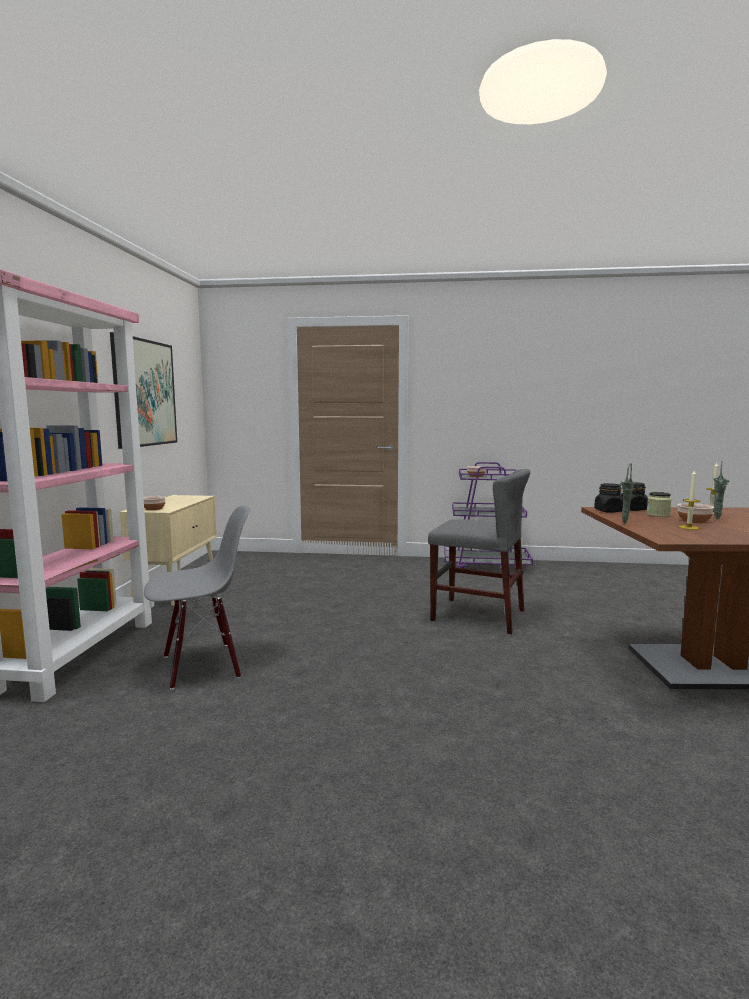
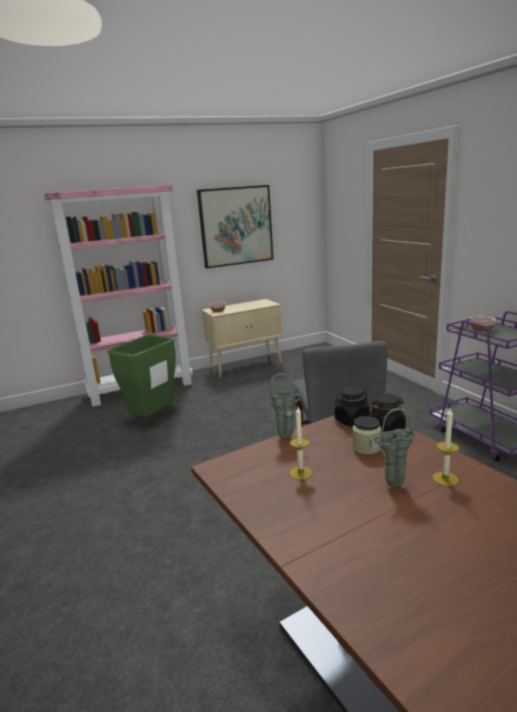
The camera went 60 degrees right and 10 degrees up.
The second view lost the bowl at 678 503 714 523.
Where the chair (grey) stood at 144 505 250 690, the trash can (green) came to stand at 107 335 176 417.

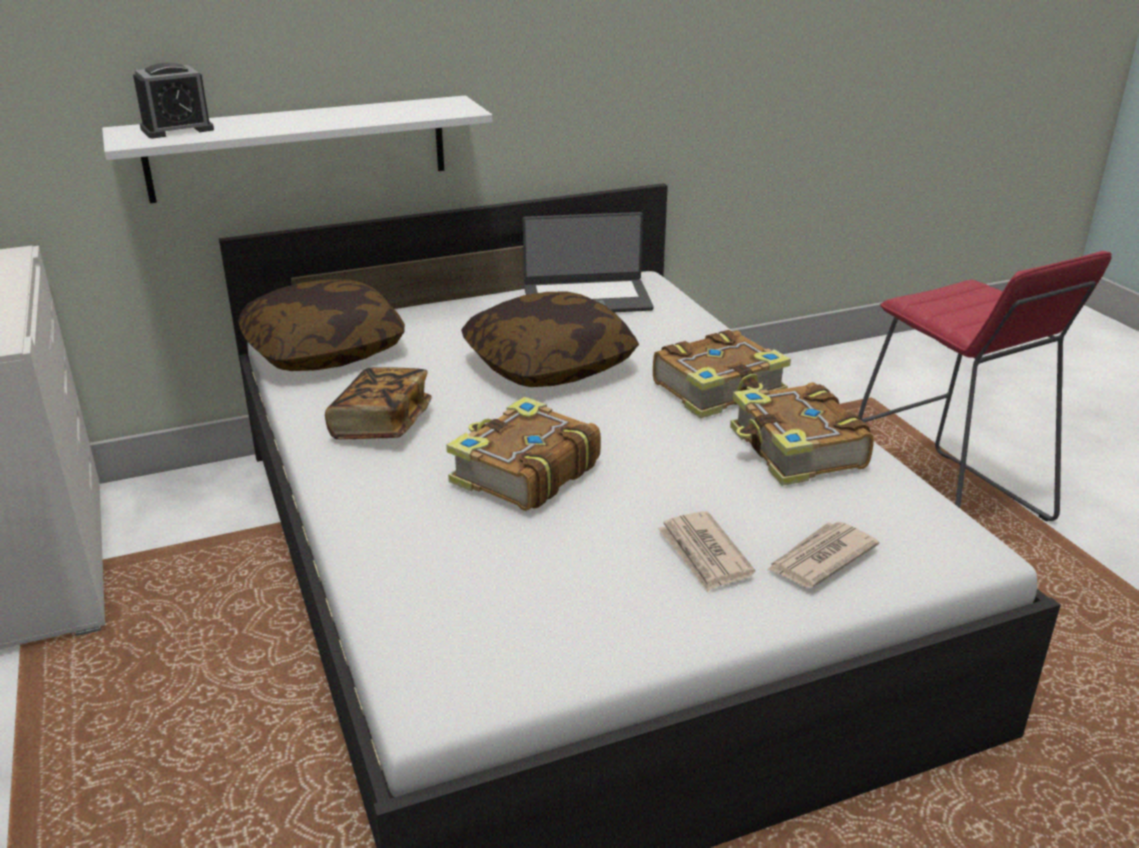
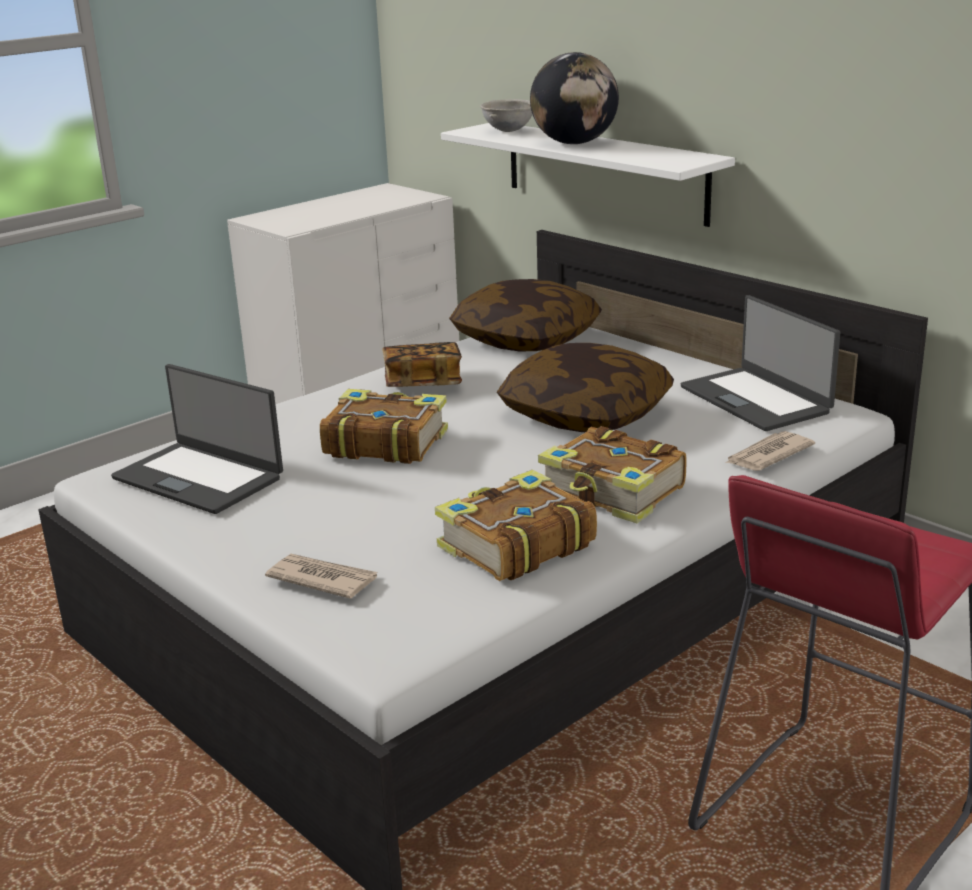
The camera went 70 degrees right and 5 degrees down.
The second view gained the laptop at 111 364 283 514.
The second view gained the globe at 530 52 619 144.
The newspaper ended up elsewhere, having gone from 658 511 755 592 to 725 431 815 471.
Where the alarm clock stood at 133 63 214 138, the bowl (grey) came to stand at 480 99 532 132.

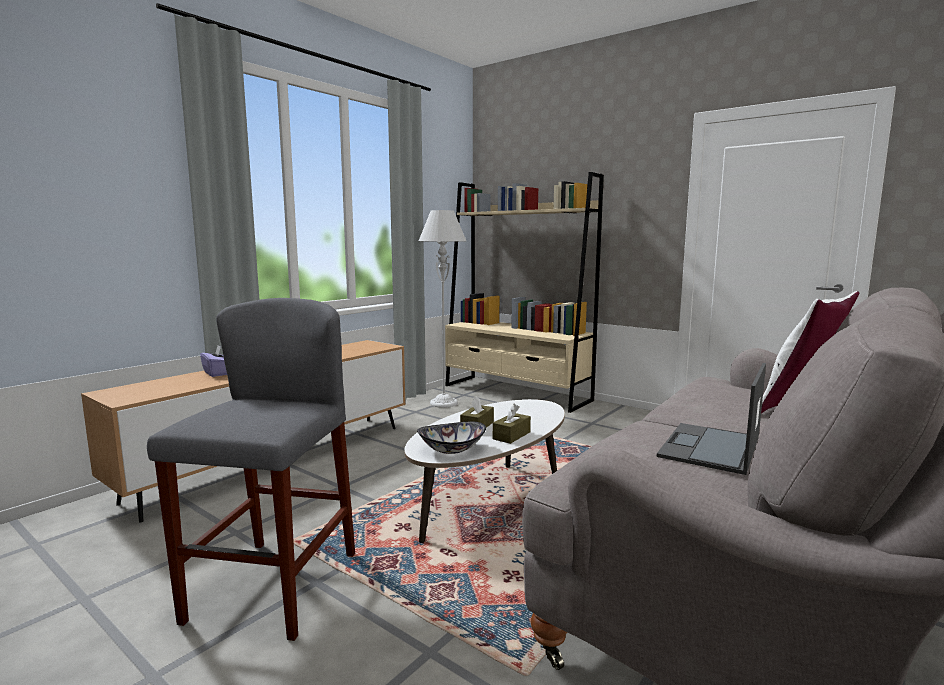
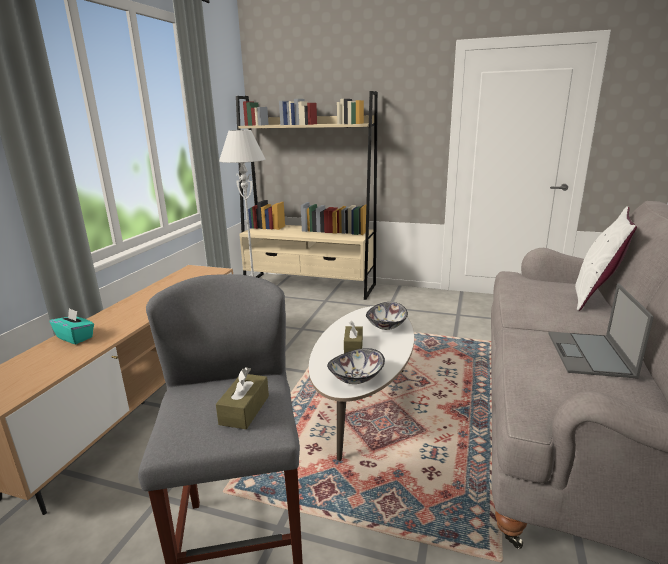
The camera went 20 degrees left and 10 degrees up.
The second view gained the bowl at 366 302 408 330.
The tissue box (brown) ended up elsewhere, having gone from 493 404 531 444 to 216 367 269 429.
What was the tissue box (purple) at 200 346 227 377 turned into the tissue box (turquoise) at 50 308 94 344.

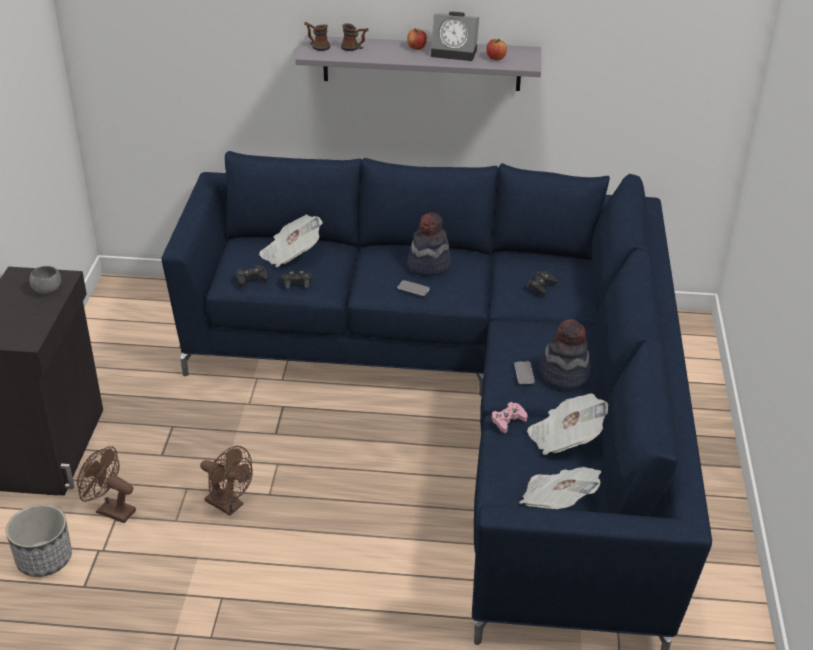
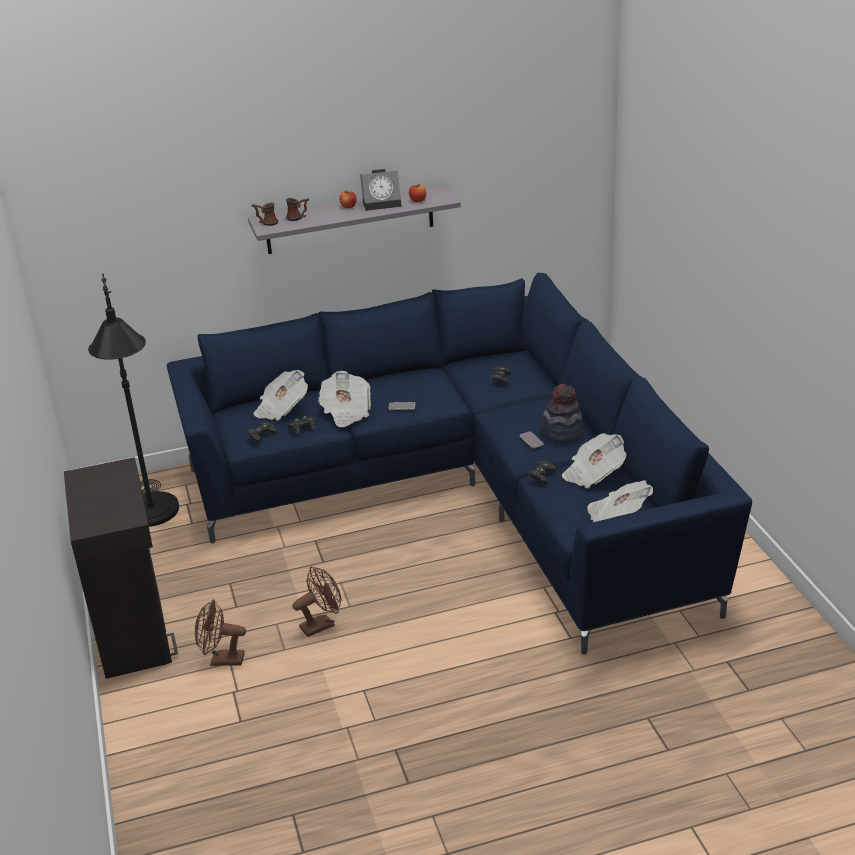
The camera went 20 degrees left and 5 degrees down.
The second view lost the planter at 6 504 72 577.
The second view lost the bowl (grey) at 30 266 61 294.
The second view lost the hat at 407 212 451 276.
The second view gained the floor lamp (black) at 88 274 179 527.
The second view gained the newspaper at 318 371 371 427.
What was the game controller (pink) at 491 402 528 433 turned into the game controller (black) at 529 460 556 484.
The fan (brown) at 200 446 253 516 ended up facing another way, 45 degrees counterclockwise from before.

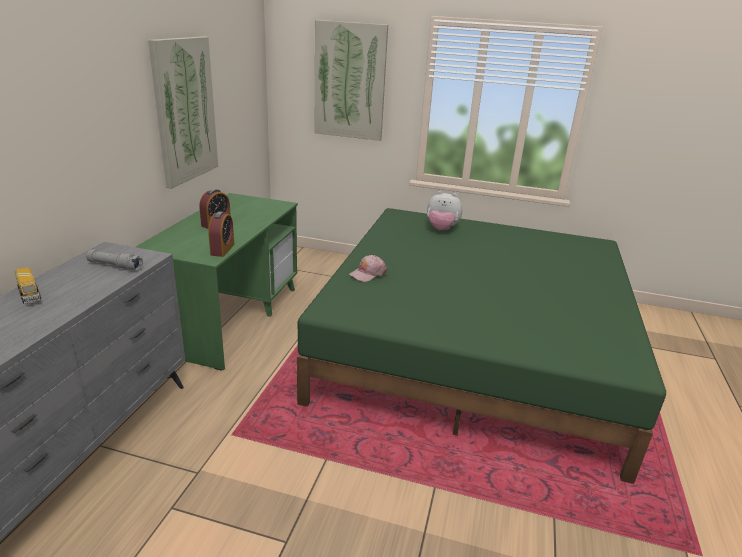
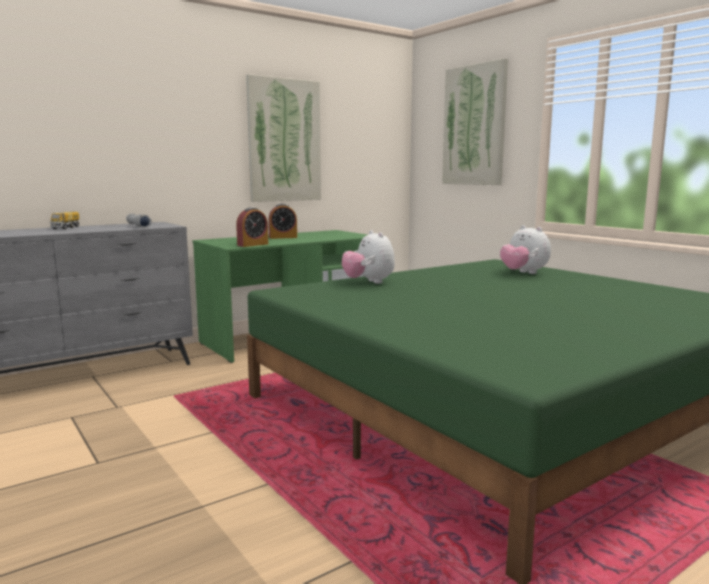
The camera went 40 degrees right and 15 degrees down.
Where the cap (pink) stood at 349 255 387 282, the plush toy came to stand at 342 230 395 284.

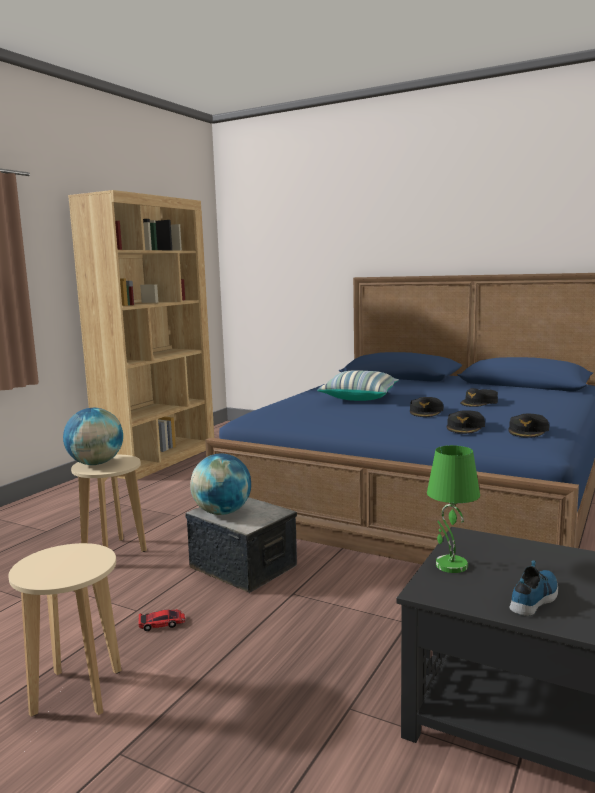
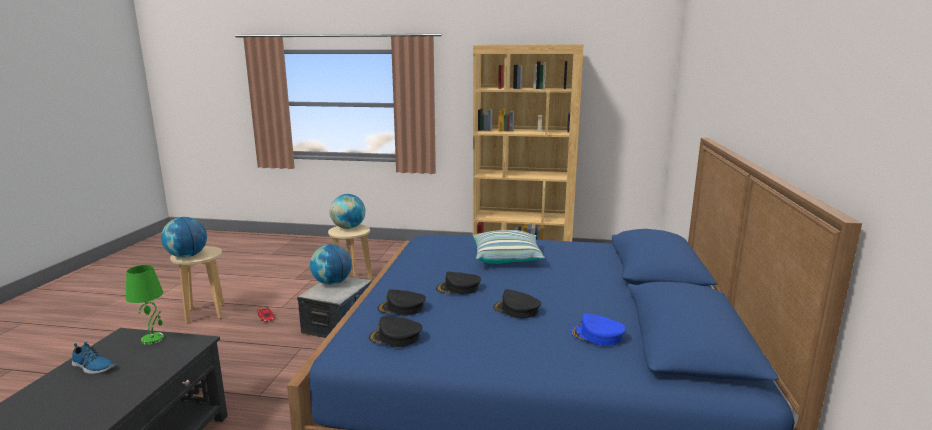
The camera went 70 degrees right and 5 degrees up.
The second view gained the globe at 161 217 207 258.
The second view gained the cap (blue) at 570 313 626 346.

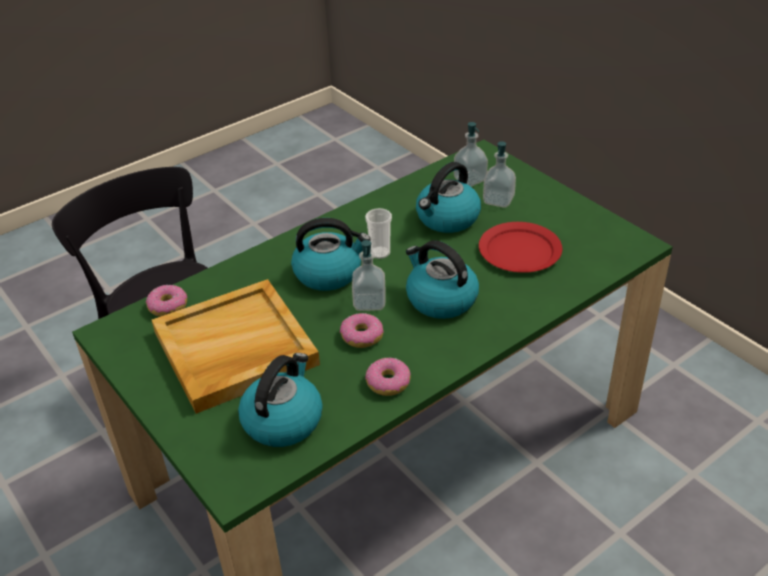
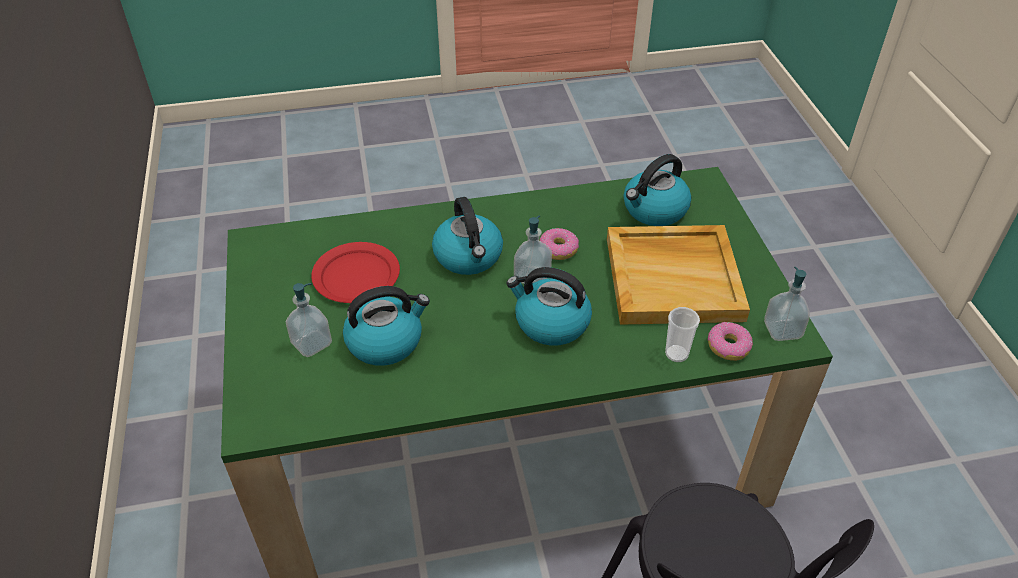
The camera went 155 degrees left and 5 degrees up.
The second view lost the donut at 365 358 411 396.
The cup ended up elsewhere, having gone from 365 208 392 259 to 665 307 700 362.
The soap dispenser ended up elsewhere, having gone from 454 122 488 187 to 764 267 810 341.

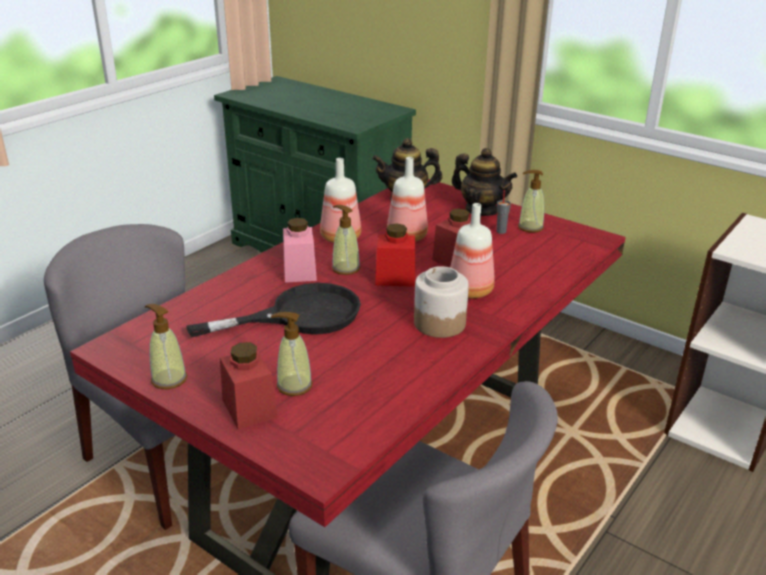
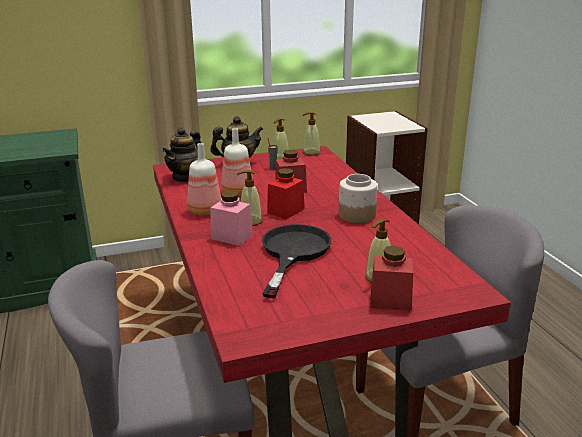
The camera went 55 degrees left and 5 degrees down.
The second view lost the bottle at 450 203 495 299.
The soap dispenser ended up elsewhere, having gone from 145 304 187 389 to 303 112 320 156.

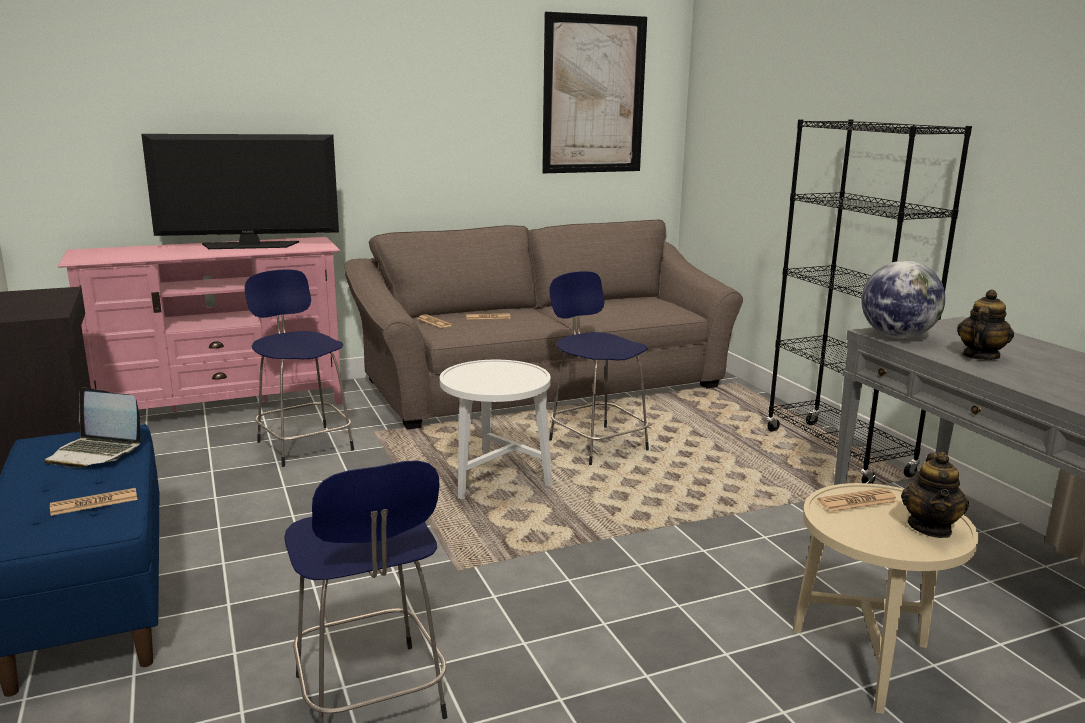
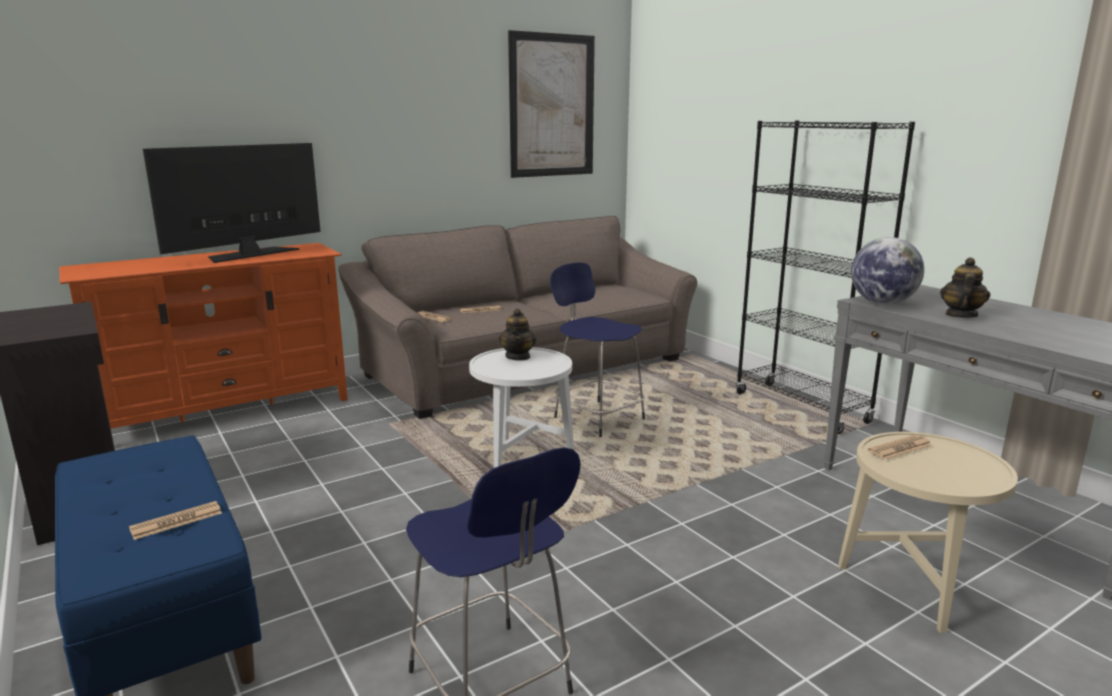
The camera went 10 degrees left and 0 degrees up.
The second view lost the laptop at 45 387 141 468.
The second view lost the stool (blue) at 245 269 354 467.
The teapot ended up elsewhere, having gone from 901 452 969 538 to 499 309 536 361.
What was the tv stand (pink) at 58 237 342 414 turned into the tv stand (orange) at 59 243 348 429.
The television at 141 134 339 249 ended up facing another way, 150 degrees clockwise from before.

